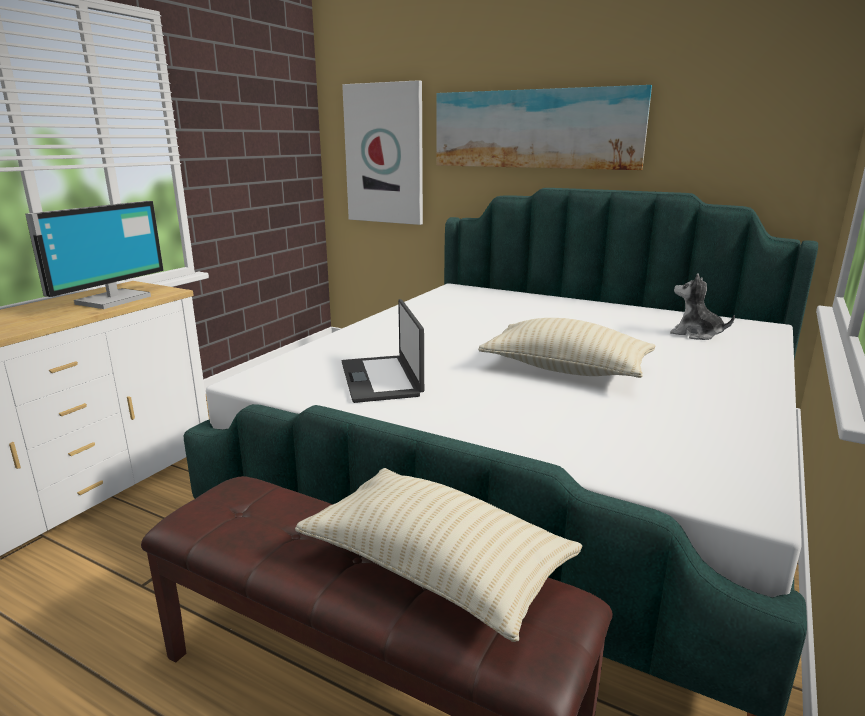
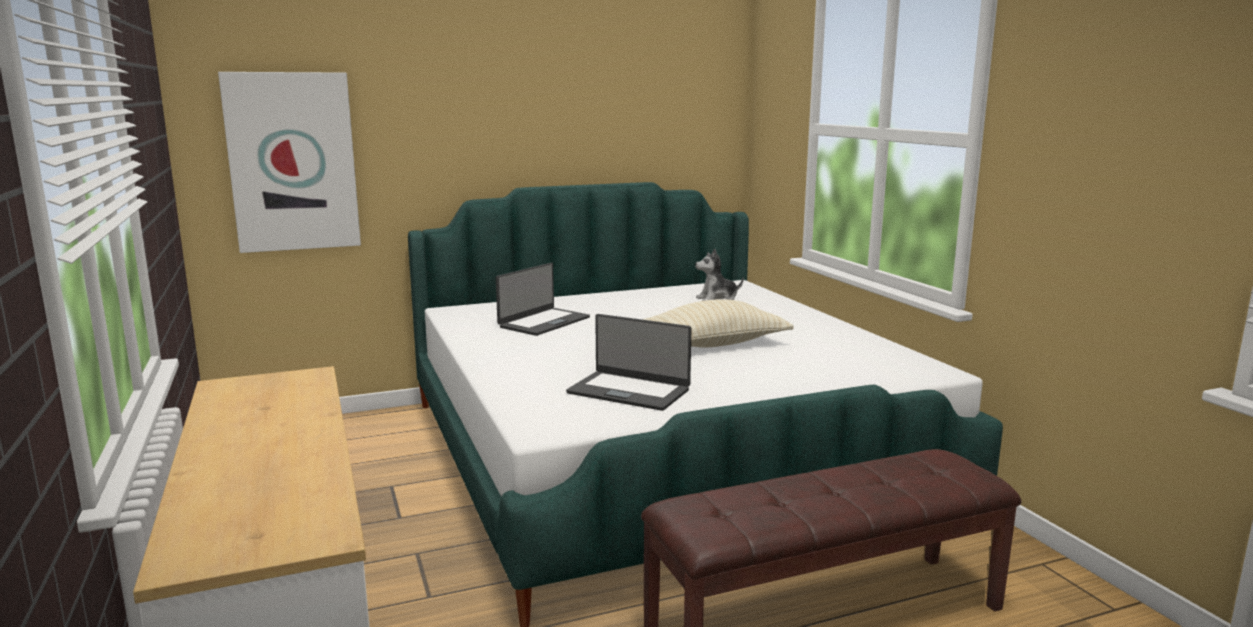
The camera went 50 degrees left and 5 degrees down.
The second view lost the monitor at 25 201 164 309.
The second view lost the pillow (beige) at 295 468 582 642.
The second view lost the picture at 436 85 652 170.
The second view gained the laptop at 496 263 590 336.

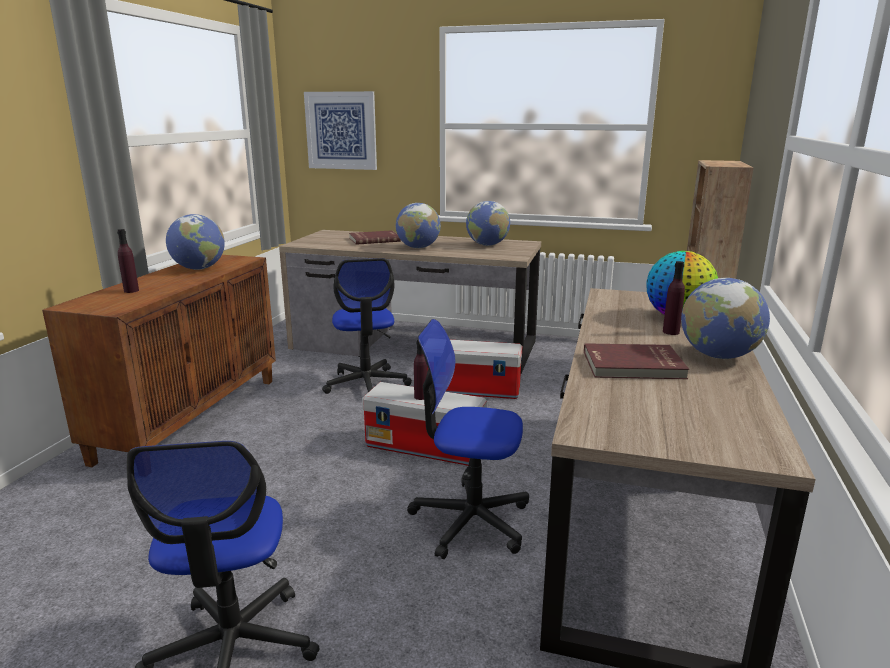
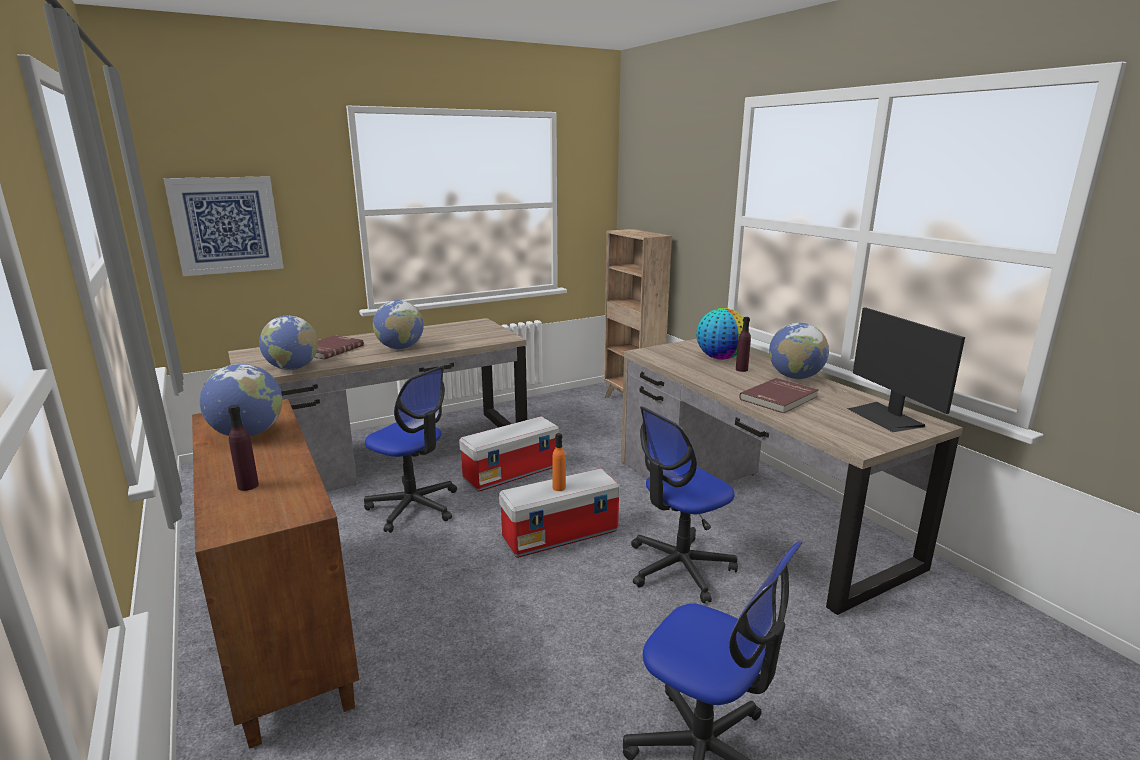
The camera went 45 degrees left and 0 degrees up.
The second view gained the monitor at 847 307 965 432.
The globe ended up elsewhere, having gone from 466 201 510 246 to 259 316 318 370.
What was the bottle (purple) at 414 340 427 400 turned into the bottle (orange) at 552 433 566 491.

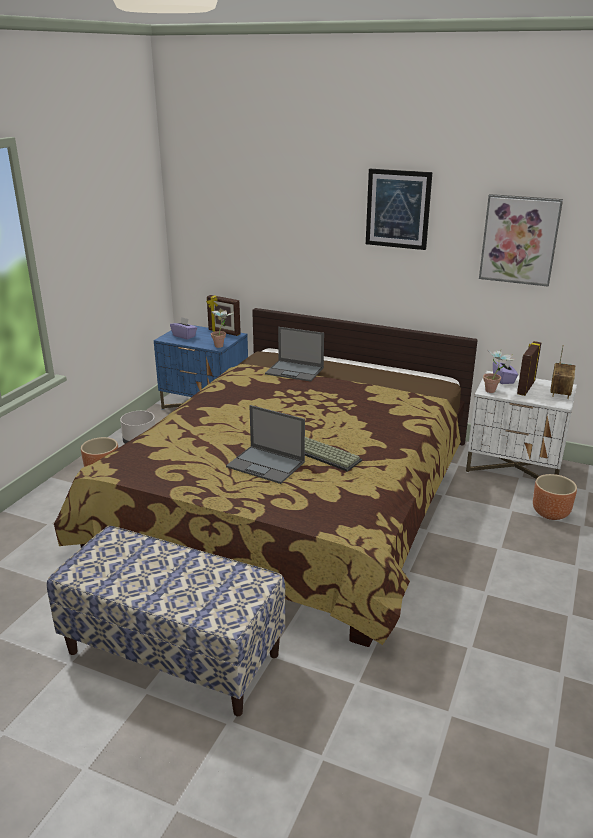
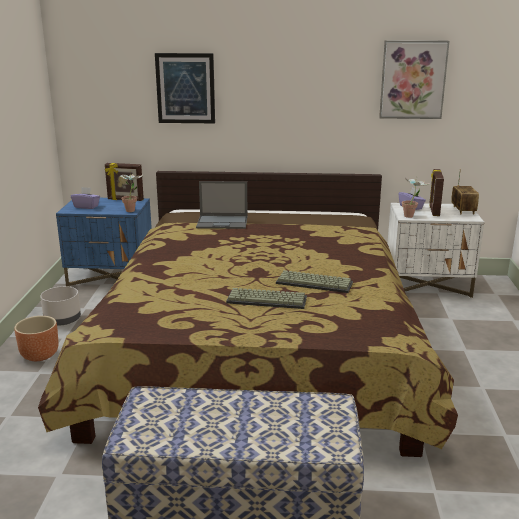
The camera went 20 degrees left and 5 degrees down.
The second view lost the planter (brown) at 533 474 577 520.
The picture ended up elsewhere, having gone from 366 169 432 250 to 155 53 215 123.
Where the laptop stood at 226 405 305 484, the keyboard came to stand at 226 288 307 309.

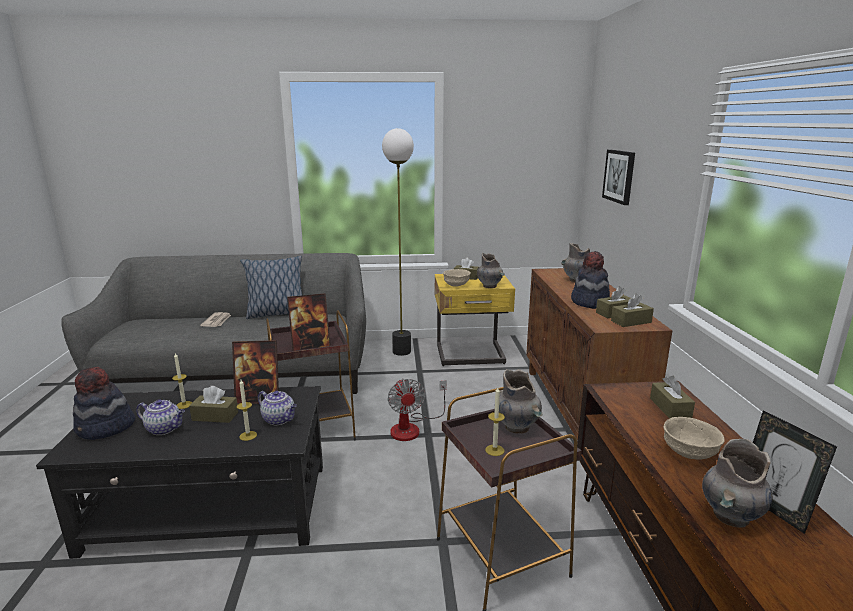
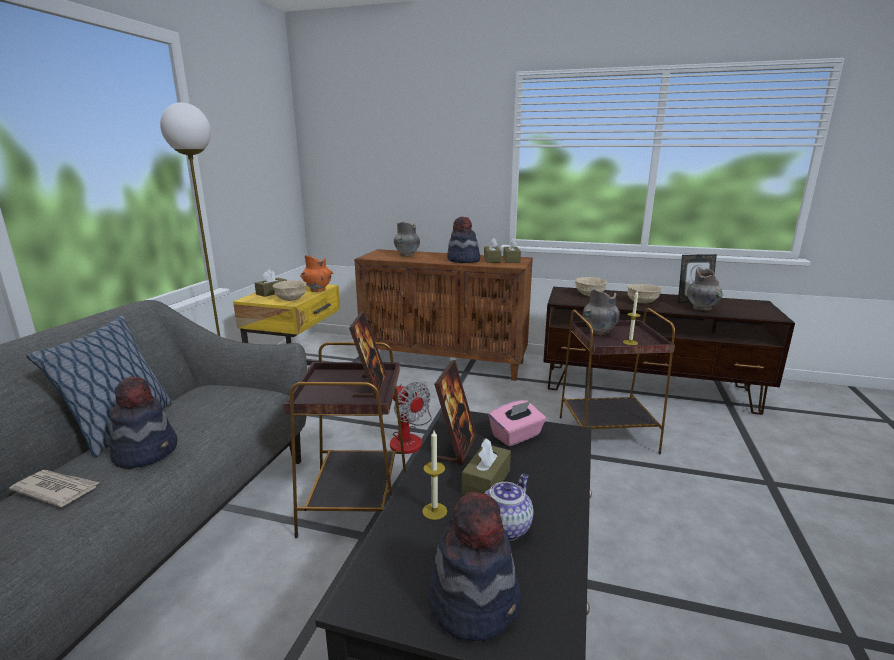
The camera went 70 degrees left and 0 degrees up.
The second view lost the candle at 237 380 257 441.
The second view lost the picture at 602 150 635 205.
The second view gained the hat at 109 376 177 469.
Where the teapot stood at 258 391 297 425, the tissue box (pink) came to stand at 489 400 546 446.
Where the tissue box (brown) stood at 650 376 695 419, the bowl (beige) came to stand at 575 277 607 296.
What was the vase (grey) at 477 253 505 288 turned into the vase (orange) at 301 255 333 292.
The fan at 388 378 447 441 ended up facing another way, 45 degrees clockwise from before.

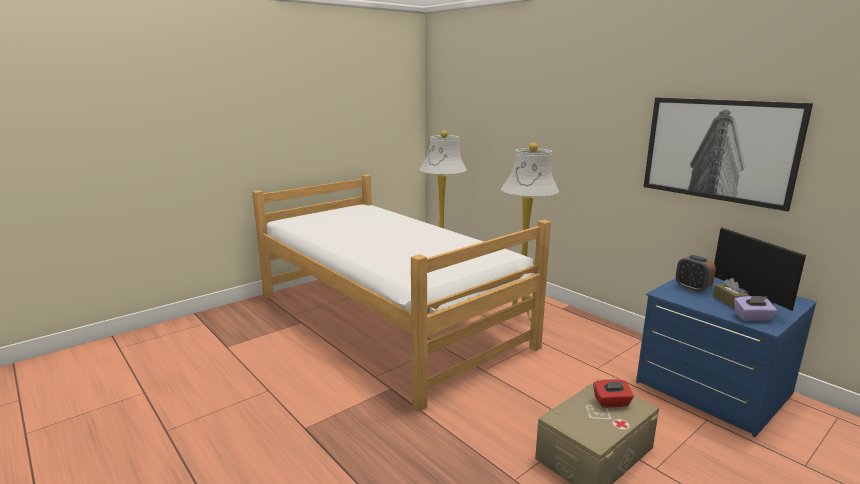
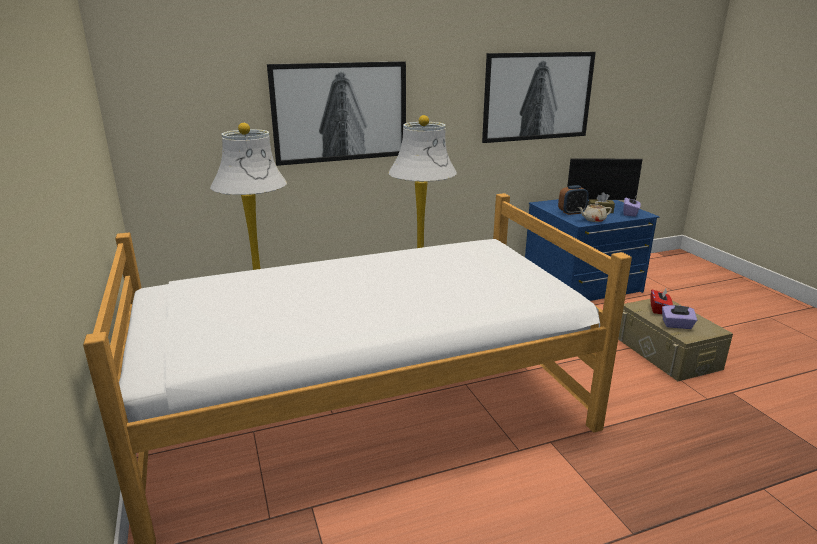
The camera went 70 degrees left and 5 degrees up.
The second view gained the picture at 267 61 406 166.
The second view gained the teapot (beige) at 578 203 612 222.
The second view gained the tissue box (purple) at 662 305 697 329.

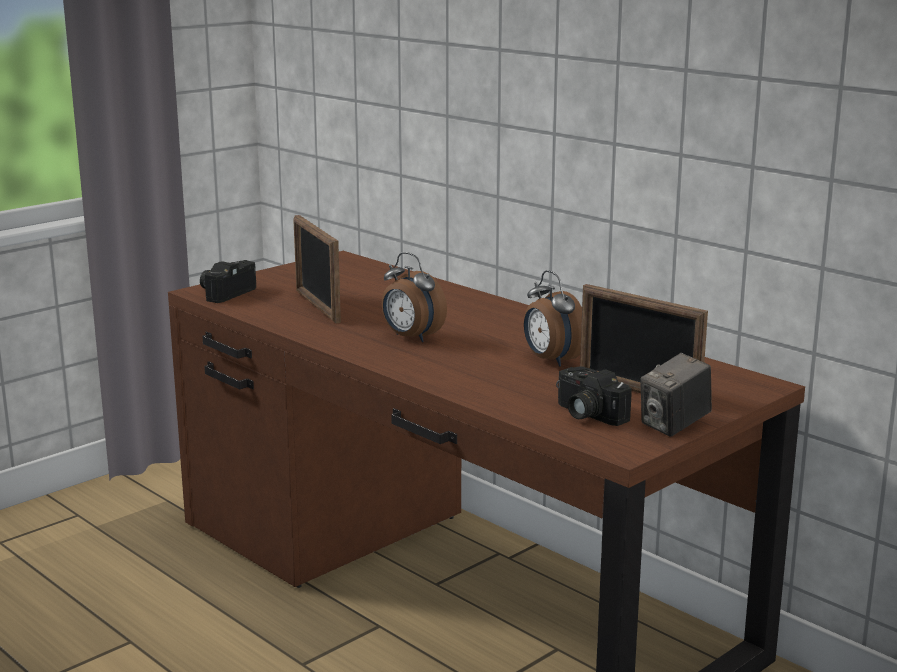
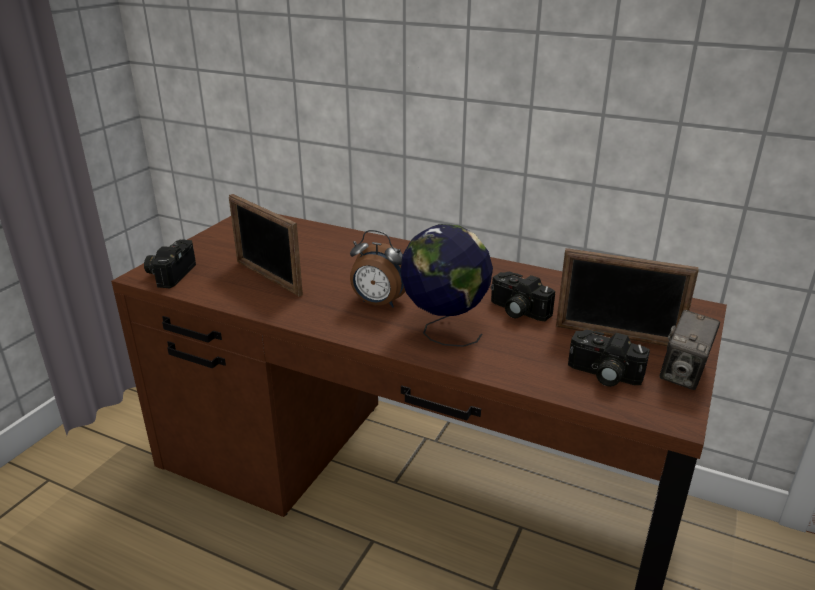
The camera went 20 degrees left and 10 degrees up.
The second view gained the globe at 400 224 493 347.
Where the alarm clock stood at 524 270 582 367, the photo camera came to stand at 491 272 555 321.

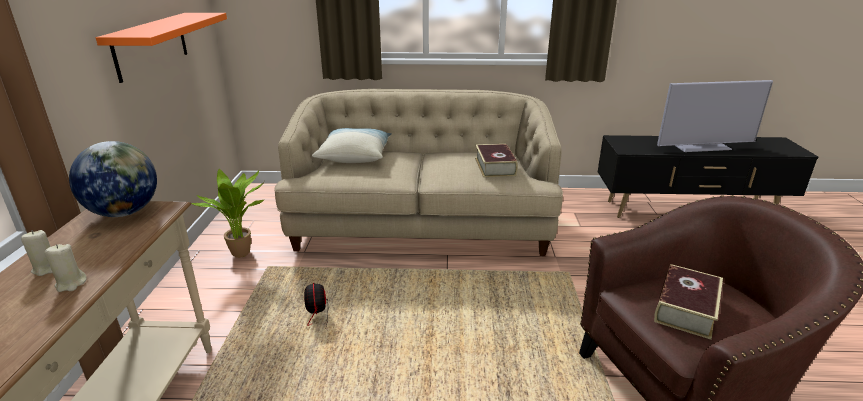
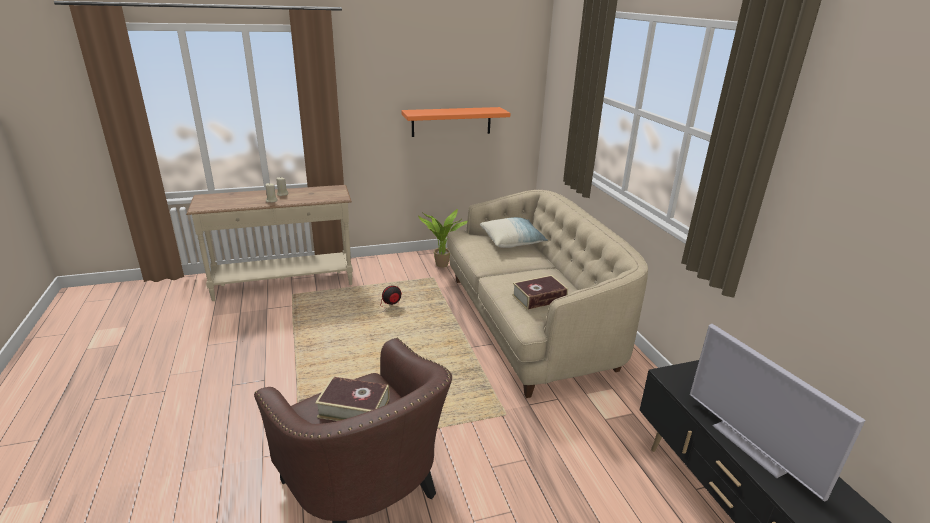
The camera went 70 degrees right and 0 degrees up.
The second view lost the globe at 69 141 157 217.

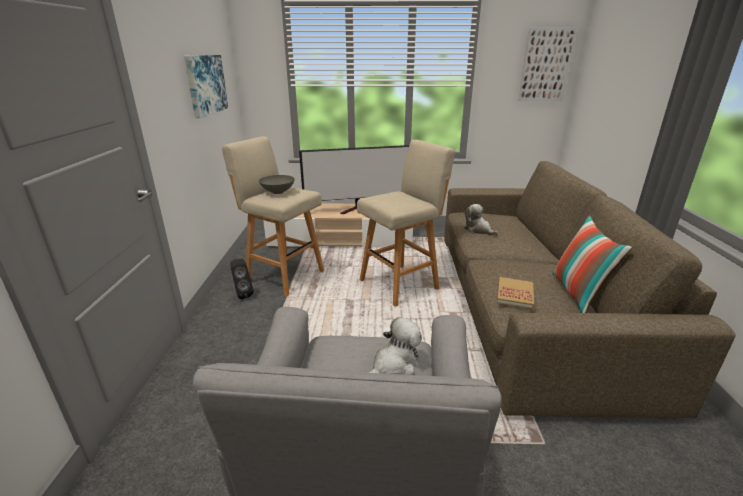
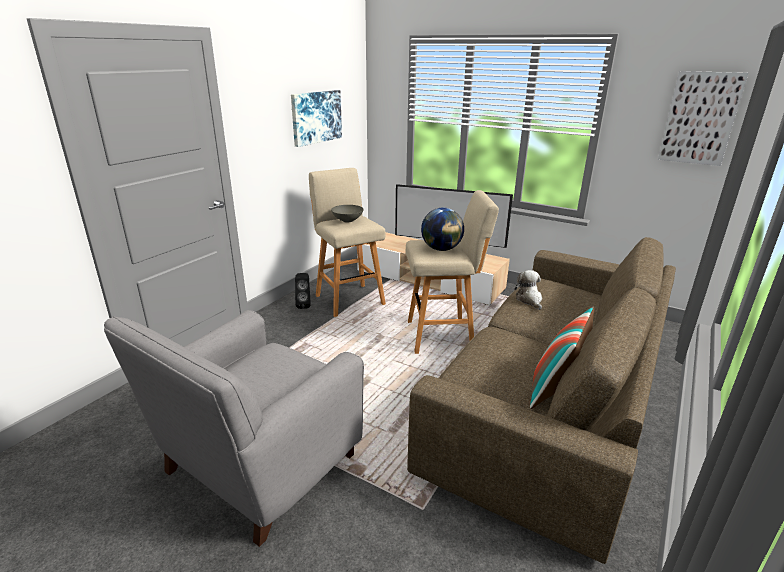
The camera went 30 degrees right and 0 degrees up.
The second view lost the plush toy at 367 317 422 375.
The second view lost the book at 497 277 534 309.
The second view gained the globe at 421 208 464 251.

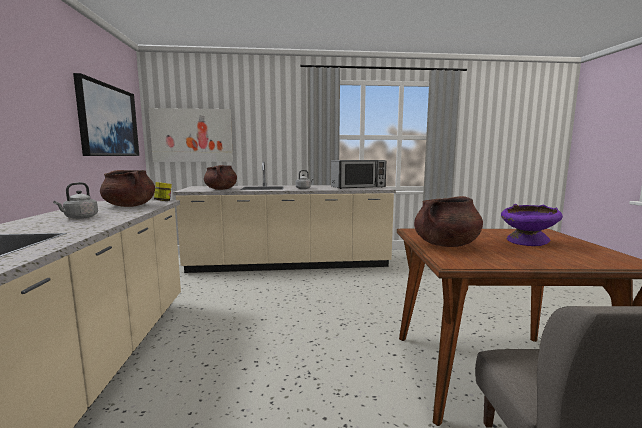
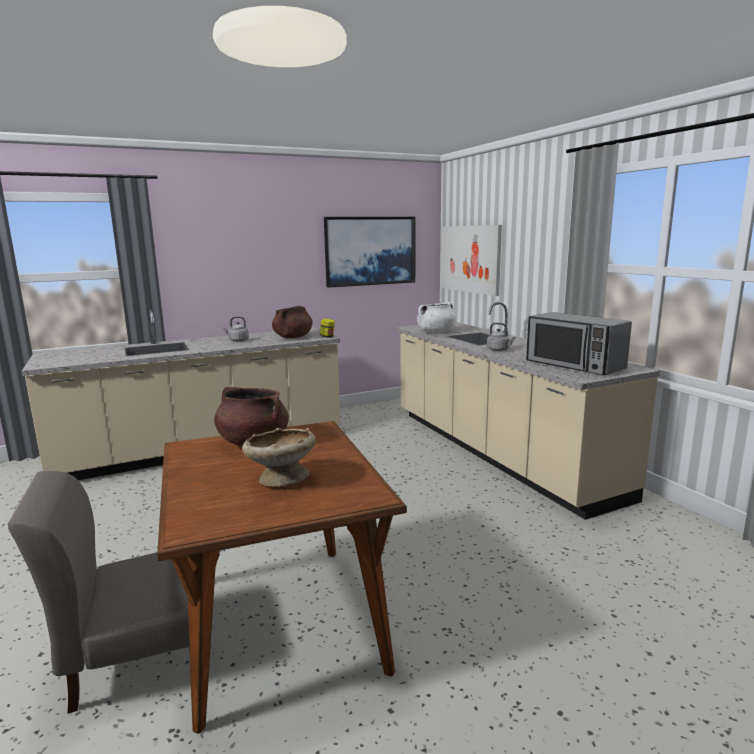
The camera went 70 degrees right and 5 degrees up.
What was the cooking pot (brown) at 204 165 237 190 turned into the cooking pot (white) at 417 302 456 333.
What was the bowl (purple) at 501 204 563 246 turned into the bowl (beige) at 242 428 316 487.

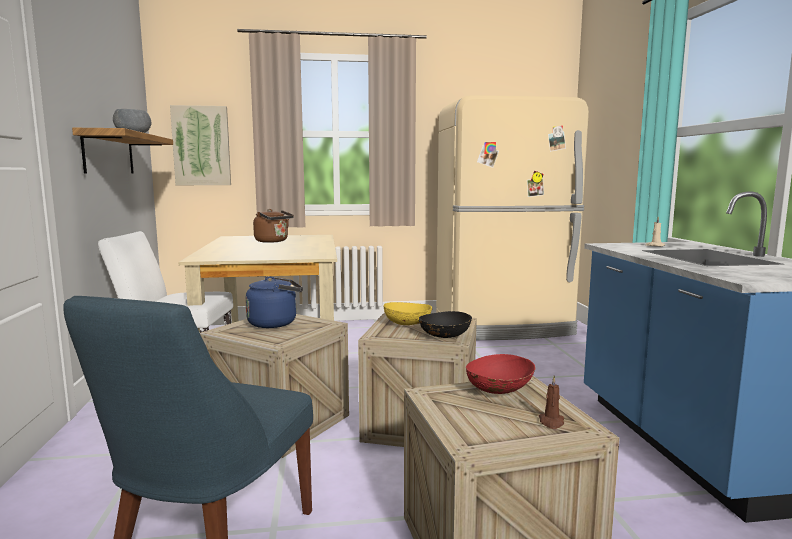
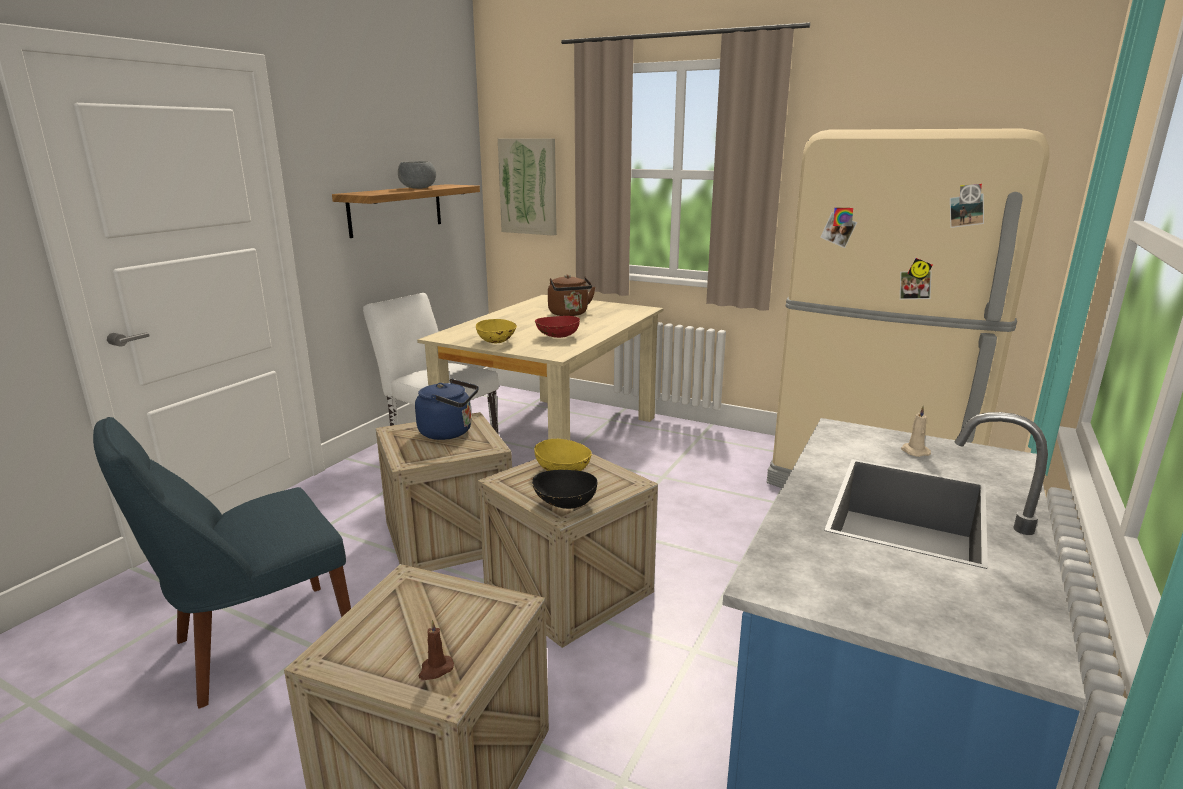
The camera went 35 degrees right and 10 degrees up.
The second view gained the bowl (yellow) at 476 319 517 343.
The bowl (red) ended up elsewhere, having gone from 466 354 536 394 to 535 316 580 338.

